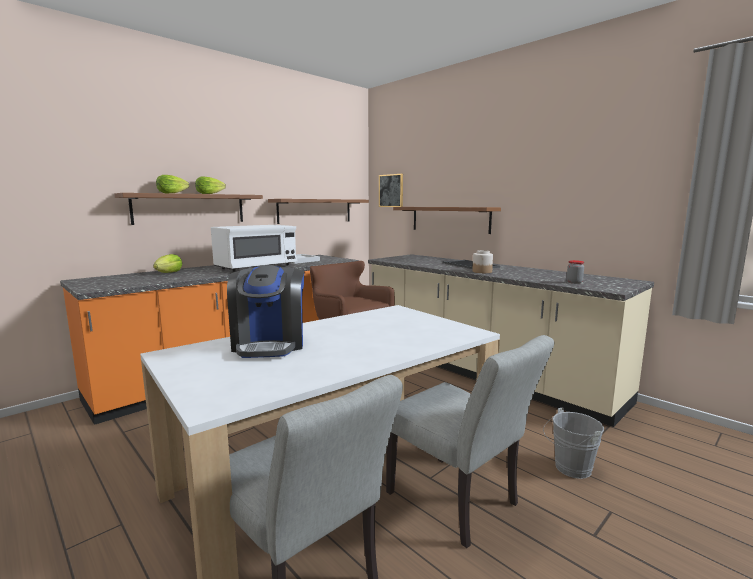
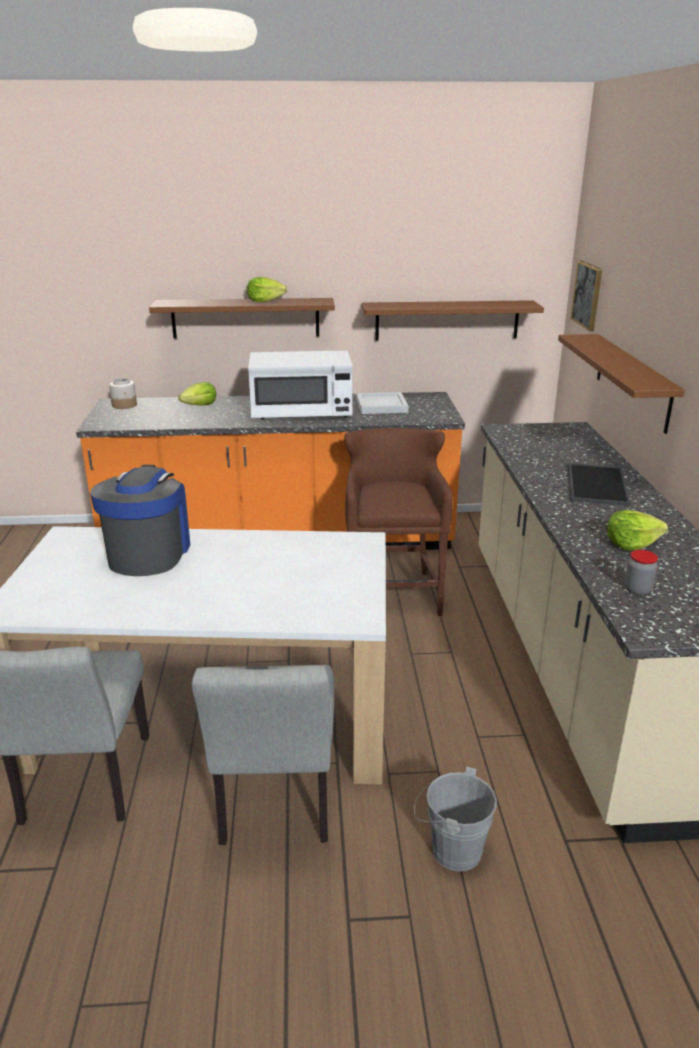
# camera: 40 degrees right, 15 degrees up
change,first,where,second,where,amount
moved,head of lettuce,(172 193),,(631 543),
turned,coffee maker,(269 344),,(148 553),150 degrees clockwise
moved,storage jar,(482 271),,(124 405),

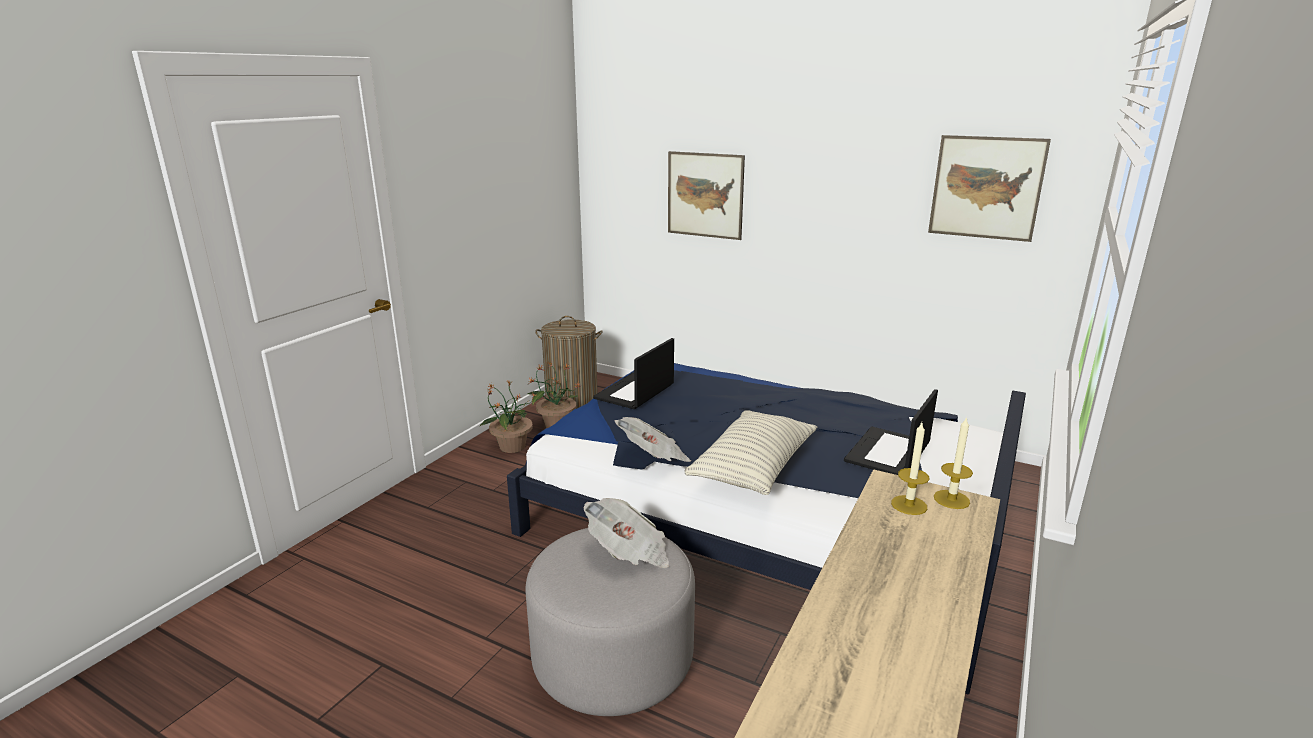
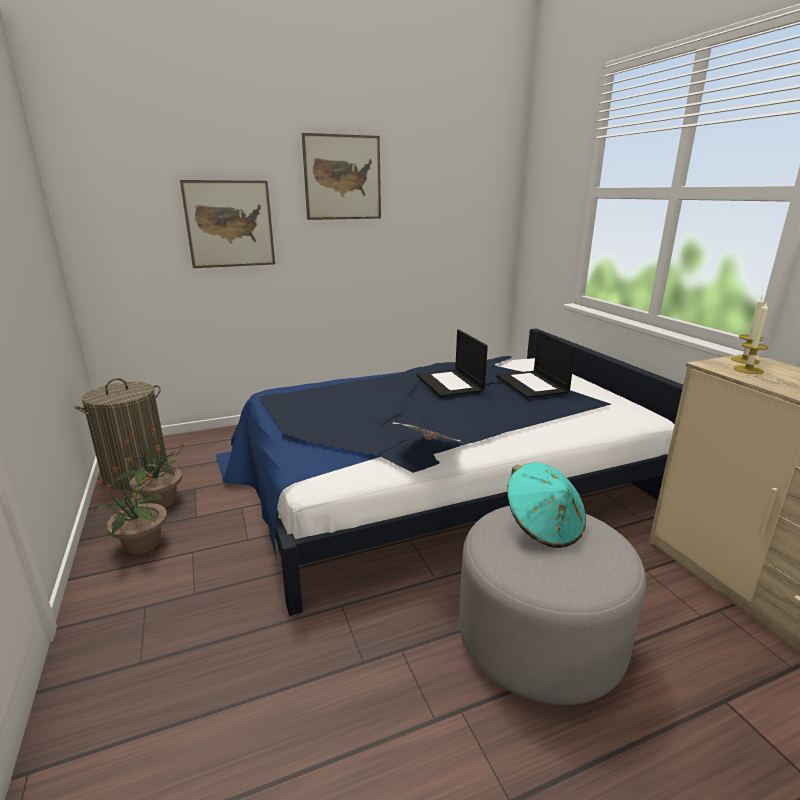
# camera: 50 degrees left, 0 degrees up
change,first,where,second,where,amount
replaced,daily paper,(629 553),wearable hat/turquoise,(543 526),
moved,portable computer,(634 392),,(450 384),
removed,cushion,(753 468),,,
moved,wall art,(986 188),,(343 178),

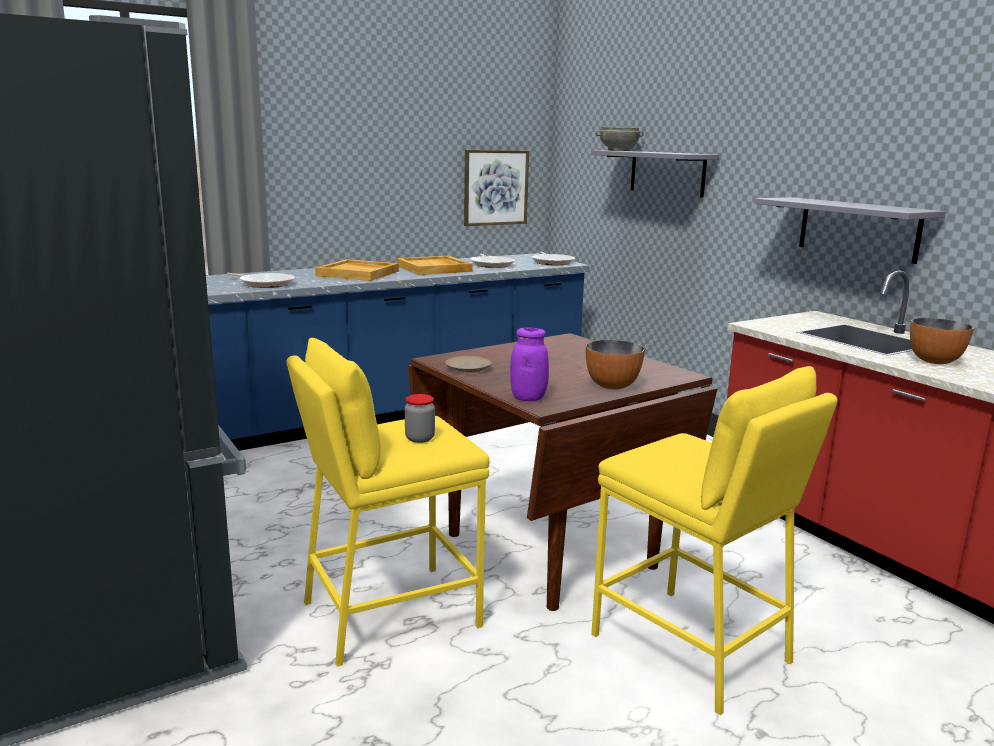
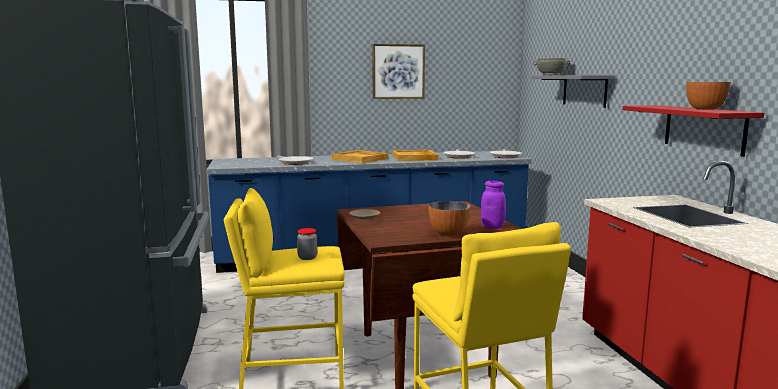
# camera: 20 degrees right, 5 degrees down
change,first,where,second,where,amount
moved,wall art,(495 187),,(398 71),
moved,storage jar/purple-coloured,(528 398),,(492 227),
recoloured,bracket shelf/greyish,(858 229),bracket shelf/red,(704 129),
moved,serving bowl,(935 361),,(705 109),

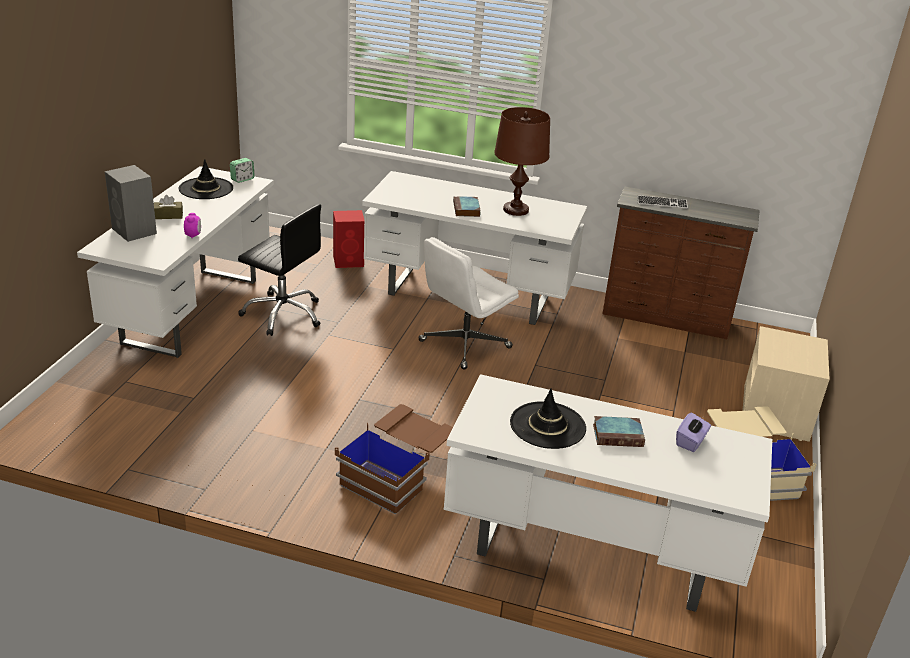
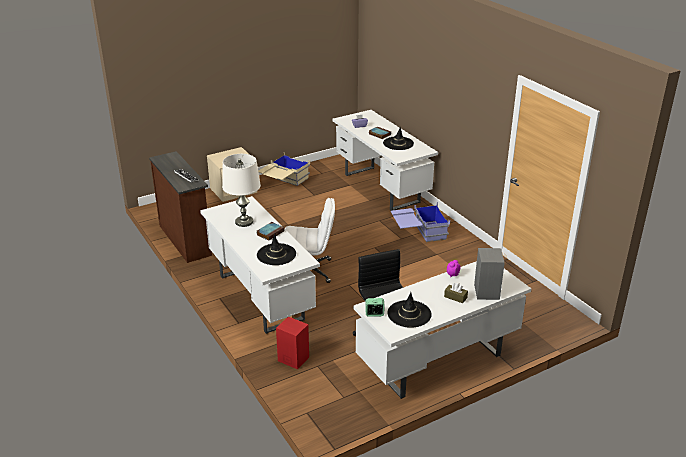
# camera: 135 degrees left, 0 degrees up
change,first,where,second,where,amount
recoloured,storage bin/brown-coloured,(397 474),storage bin/bluish,(418 233),
recoloured,tabletop lamp/brown-coloured,(515 210),tabletop lamp/white,(244 222),
added,,,wearable hat/black,(276 254),

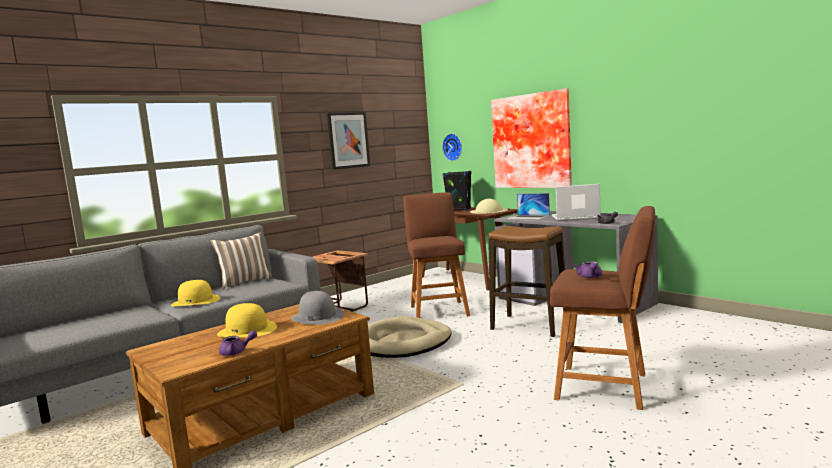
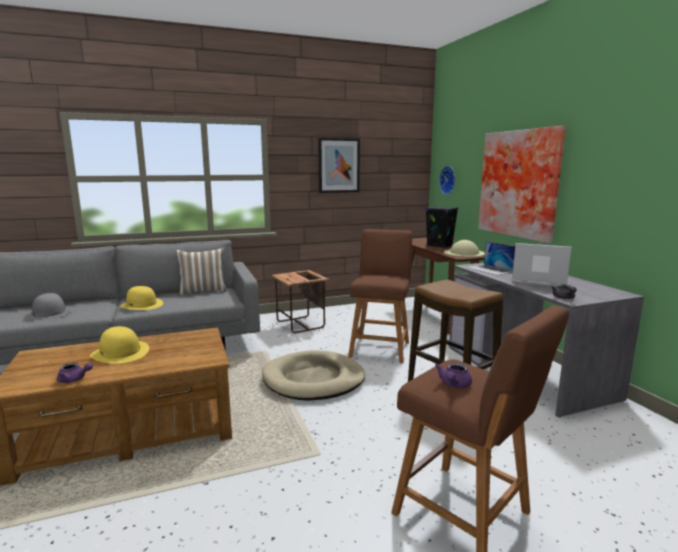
# camera: 20 degrees right, 5 degrees up
change,first,where,second,where,amount
moved,wearable hat/greyish,(317 317),,(49 313),

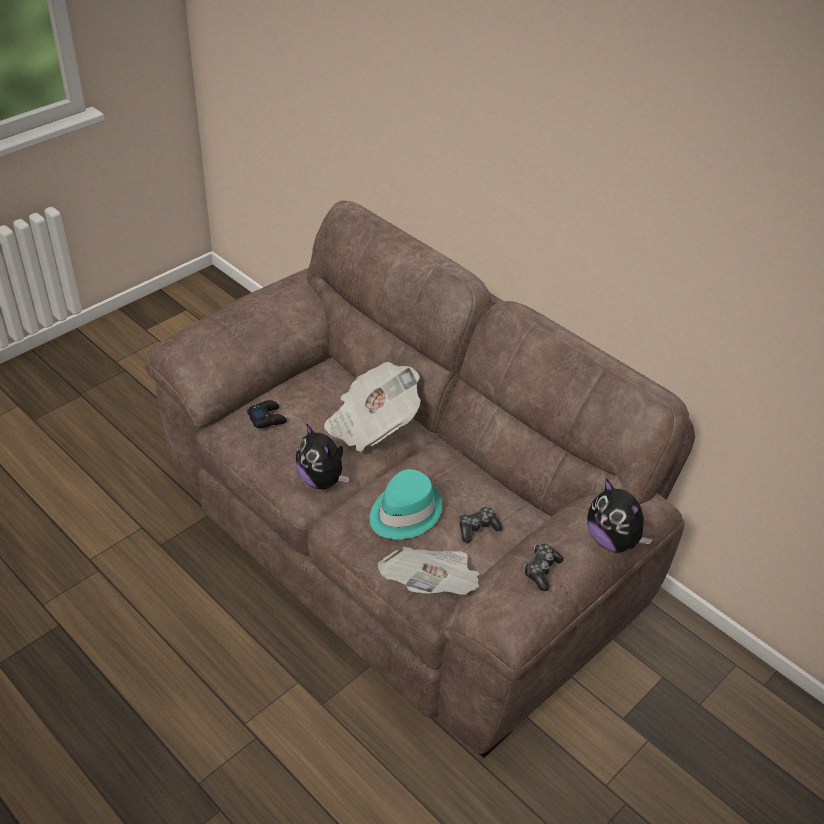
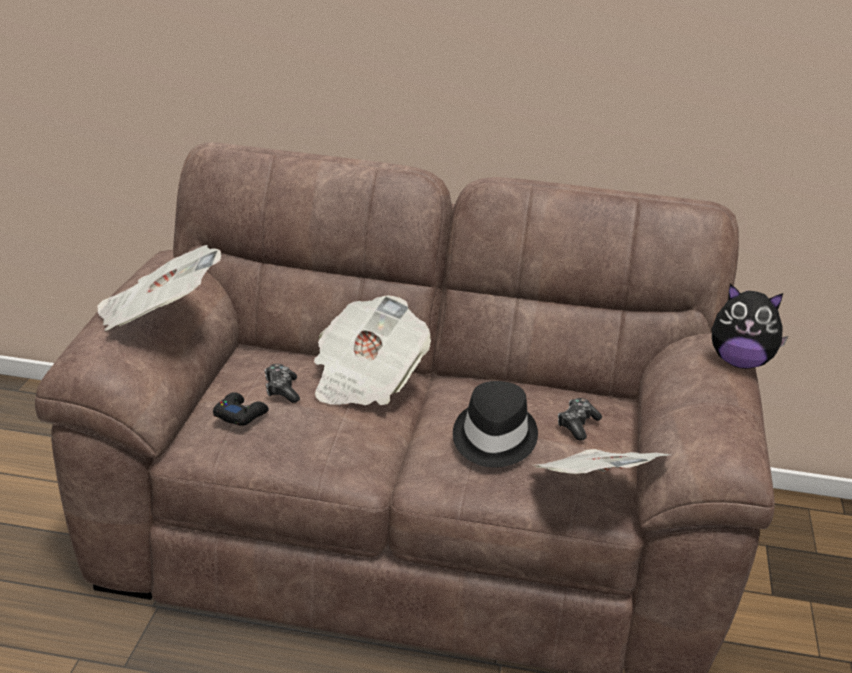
# camera: 35 degrees left, 15 degrees down
change,first,where,second,where,amount
removed,soft toy,(322 480),,,
recoloured,wearable hat/turquoise,(404 512),wearable hat/black,(493 439),
moved,joypad,(541 570),,(281 390),
added,,,daily paper,(156 317),

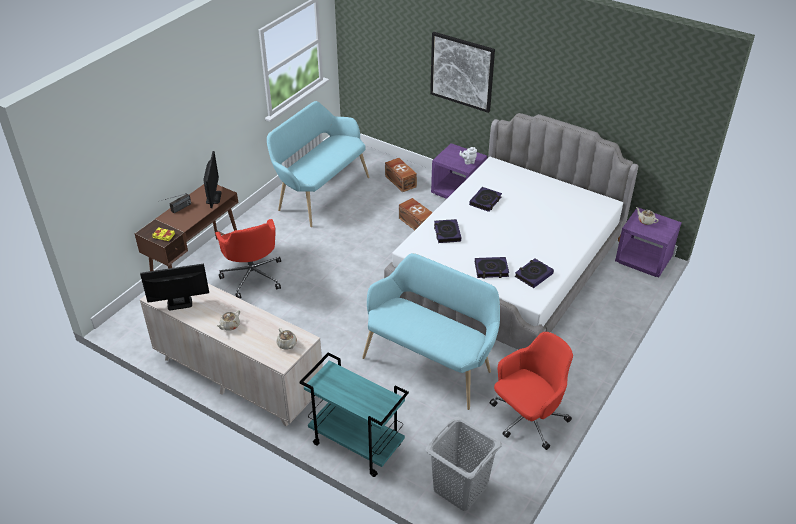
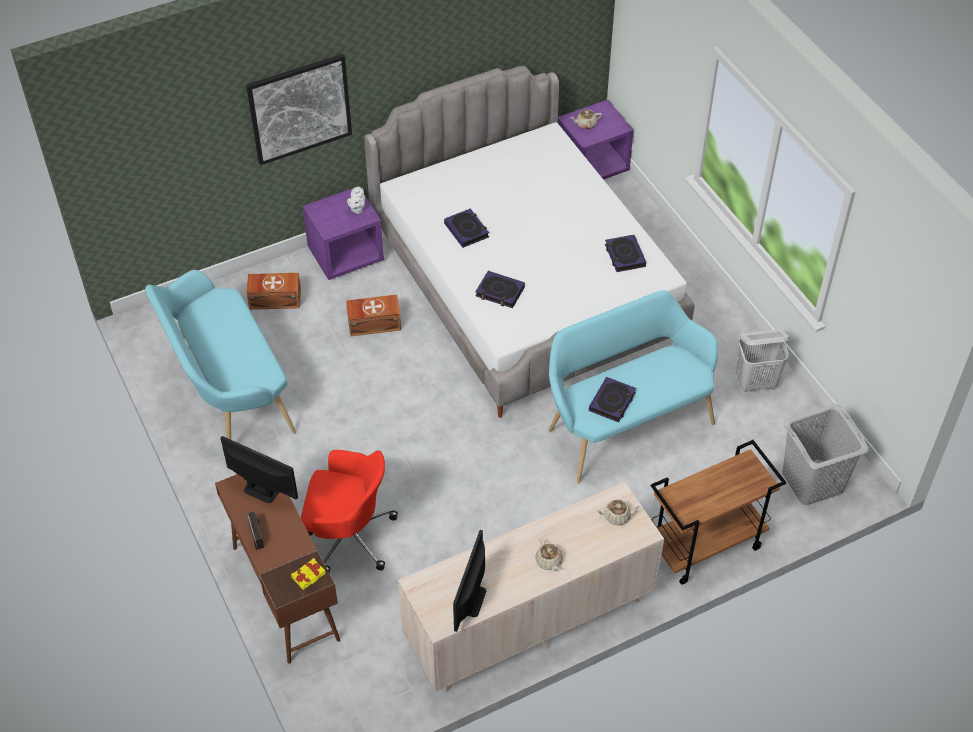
# camera: 60 degrees left, 10 degrees up
change,first,where,second,where,amount
recoloured,trolley/turquoise,(355 445),trolley/brown-coloured,(705 546),
moved,volume,(491 270),,(612 402),
replaced,office chair/red,(527 419),hamper/white,(755 383),

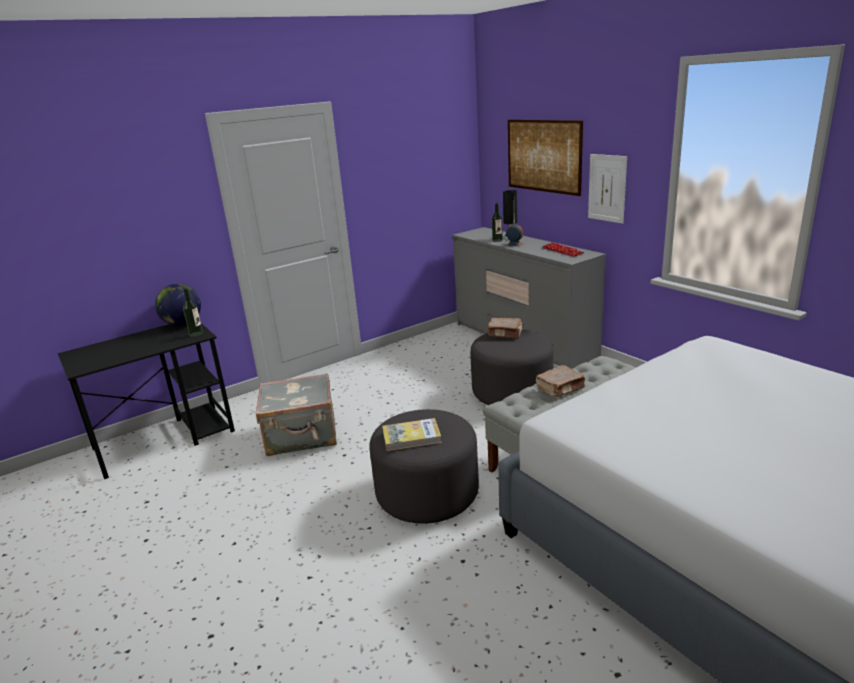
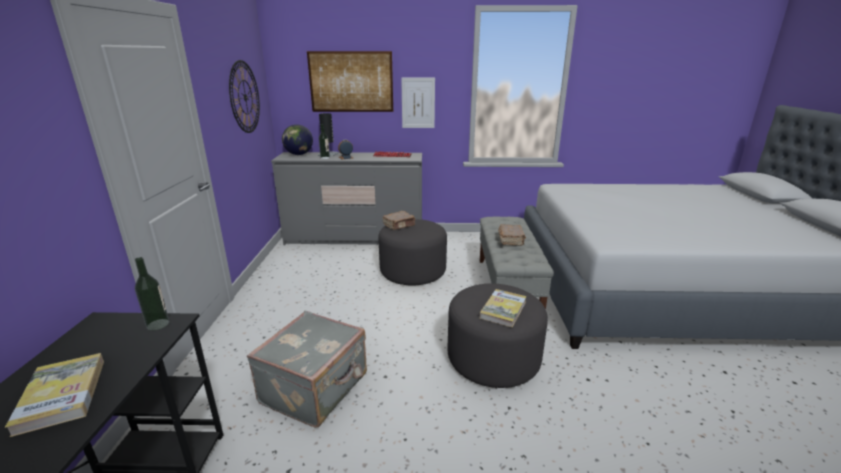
# camera: 55 degrees left, 0 degrees up
change,first,where,second,where,amount
moved,desk globe,(183 324),,(299 154),
added,,,volume,(62 395),
added,,,wall clock,(245 97),

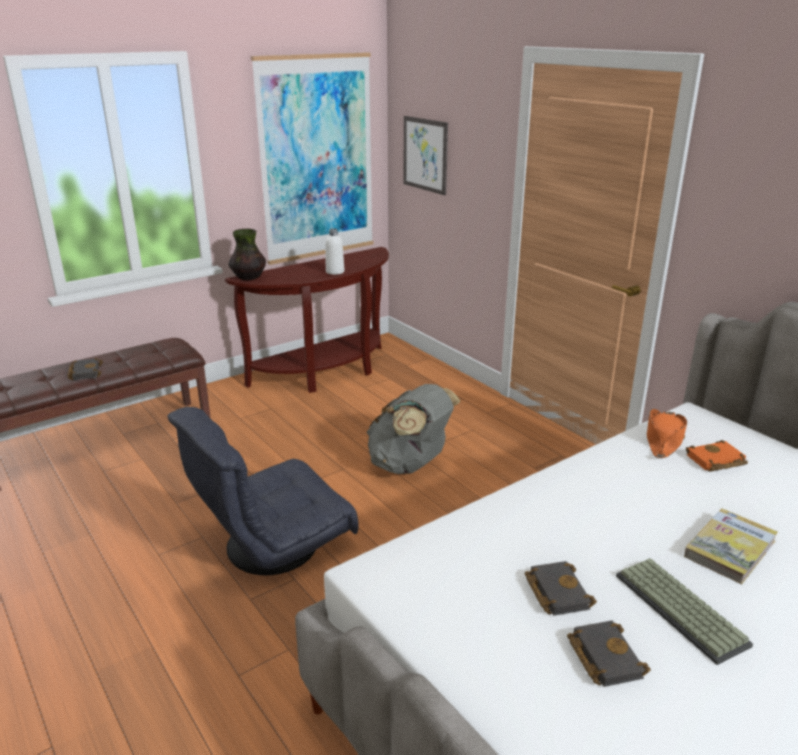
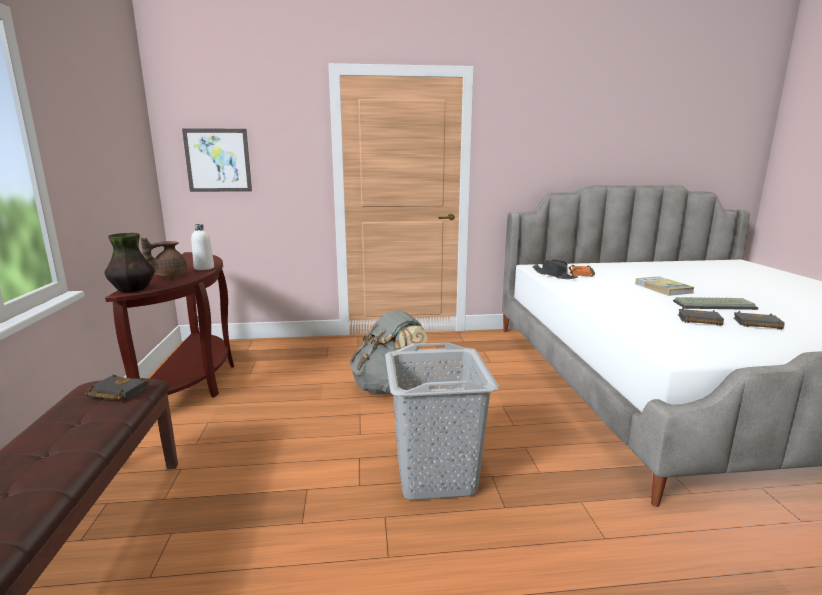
# camera: 60 degrees left, 10 degrees down
change,first,where,second,where,amount
moved,volume/black,(84 372),,(116 393),
replaced,easy chair/greyish,(272 545),hamper/greyish,(435 476),
removed,wall art,(317 159),,,
recoloured,wearable hat/orange,(663 440),wearable hat/black,(554 275),
added,,,tea pot/brown-coloured,(169 276),

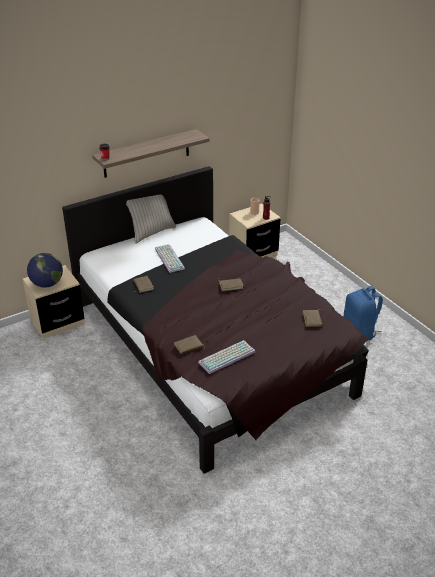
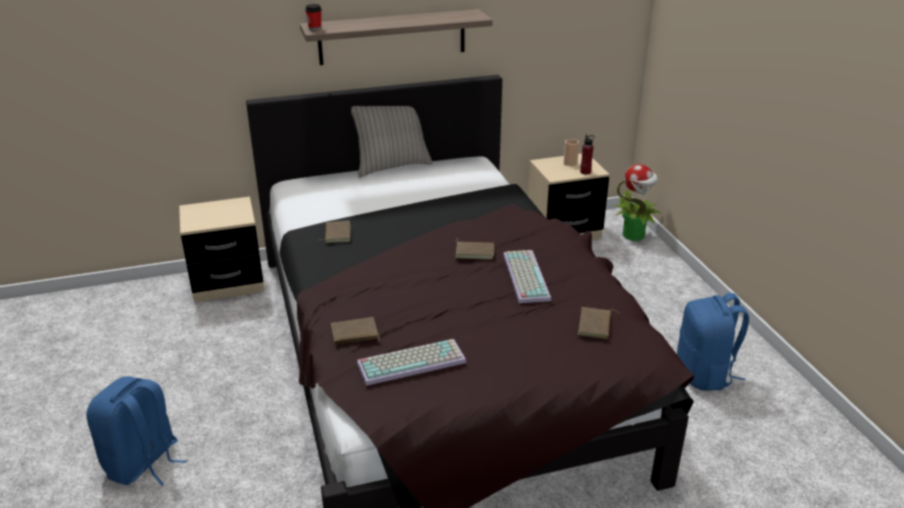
# camera: 15 degrees right, 5 degrees down
change,first,where,second,where,amount
removed,desk globe,(47 284),,,
moved,PC keyboard,(168 258),,(524 276),
added,,,knapsack/bluish,(143 463),
added,,,houseplant,(634 235),

